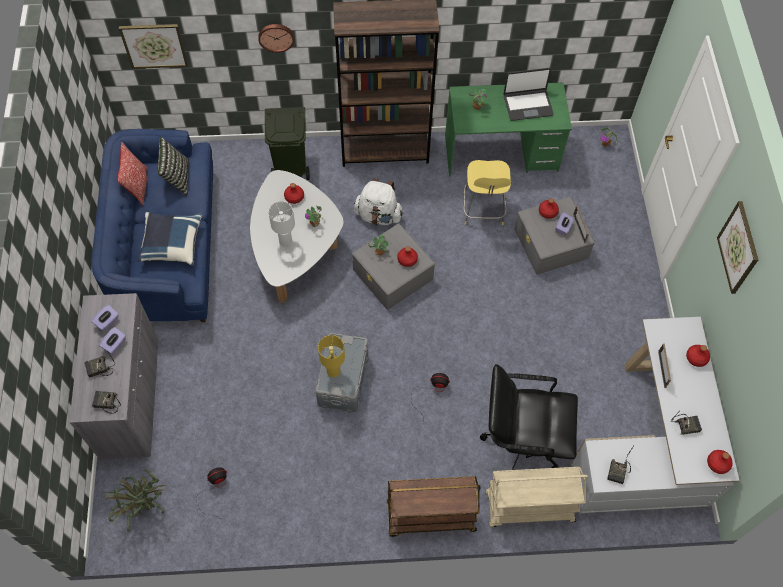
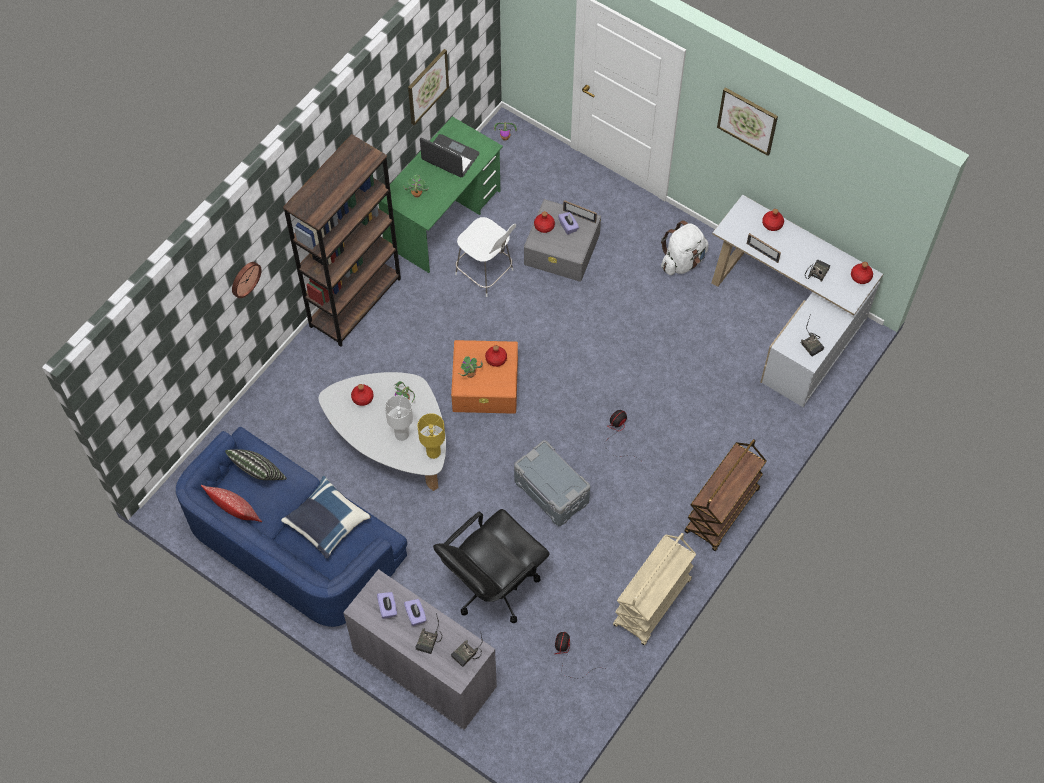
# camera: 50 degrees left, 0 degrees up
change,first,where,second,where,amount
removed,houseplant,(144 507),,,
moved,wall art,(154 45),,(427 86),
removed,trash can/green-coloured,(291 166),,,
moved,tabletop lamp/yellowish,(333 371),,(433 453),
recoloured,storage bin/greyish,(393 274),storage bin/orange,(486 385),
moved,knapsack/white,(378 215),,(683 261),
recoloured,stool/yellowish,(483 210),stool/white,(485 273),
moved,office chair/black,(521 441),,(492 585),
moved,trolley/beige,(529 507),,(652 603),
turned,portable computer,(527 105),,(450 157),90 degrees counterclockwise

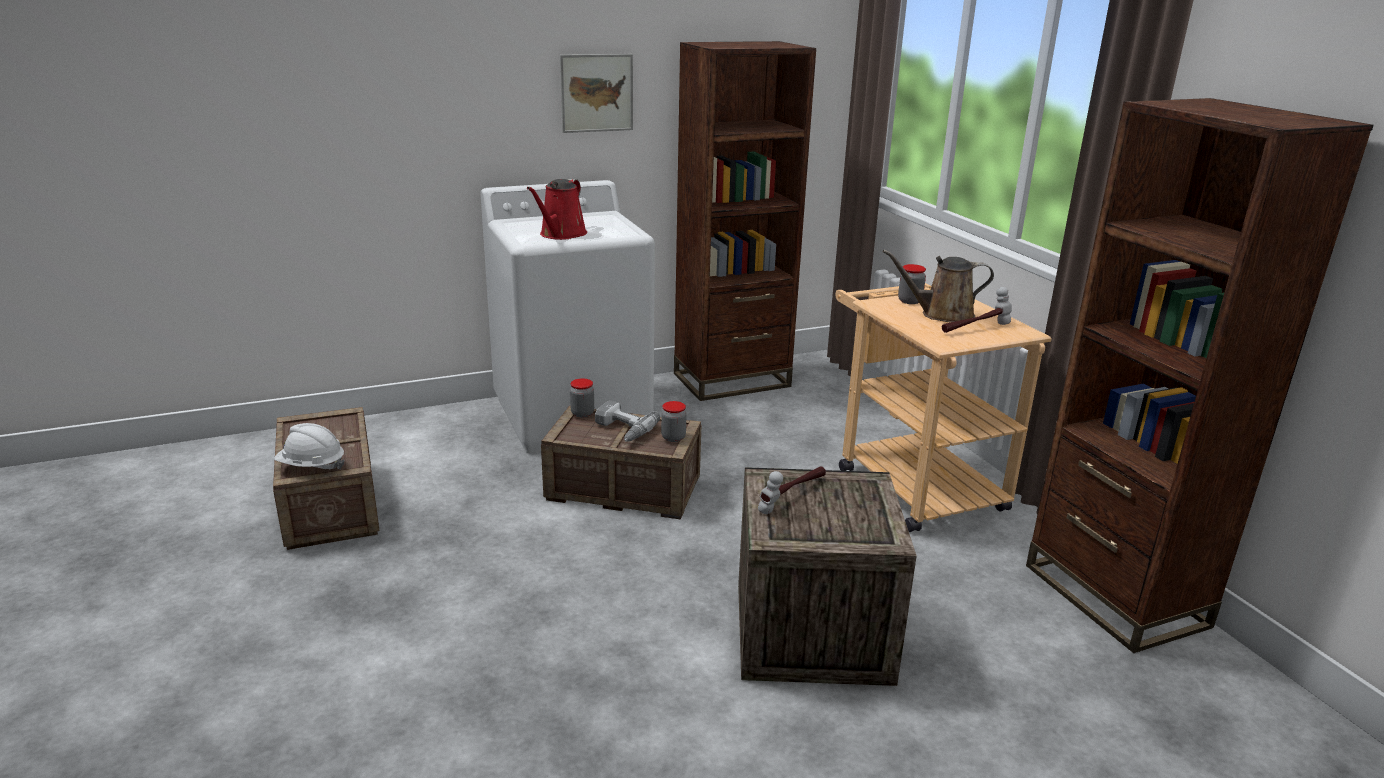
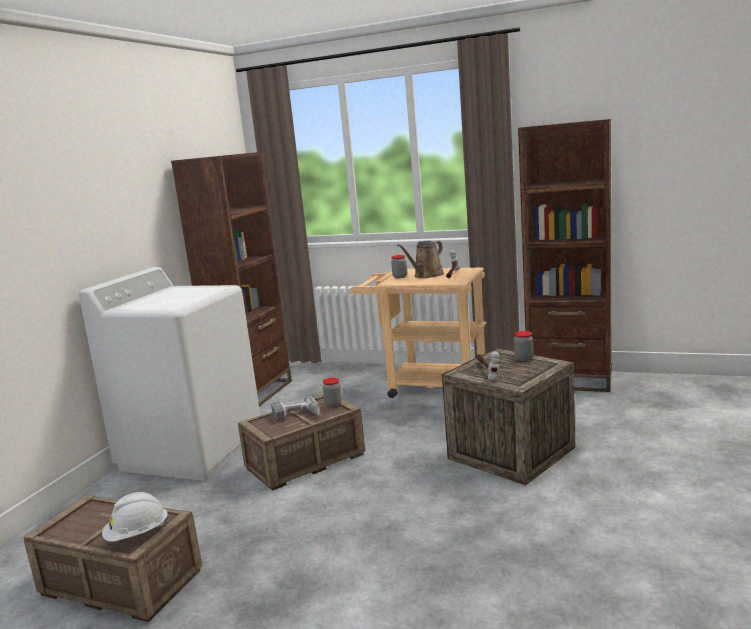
# camera: 45 degrees left, 10 degrees down
change,first,where,second,where,amount
removed,sprinkling can/red,(561 234),,,
removed,wall art,(596 93),,,
moved,storage jar,(582 413),,(524 358),

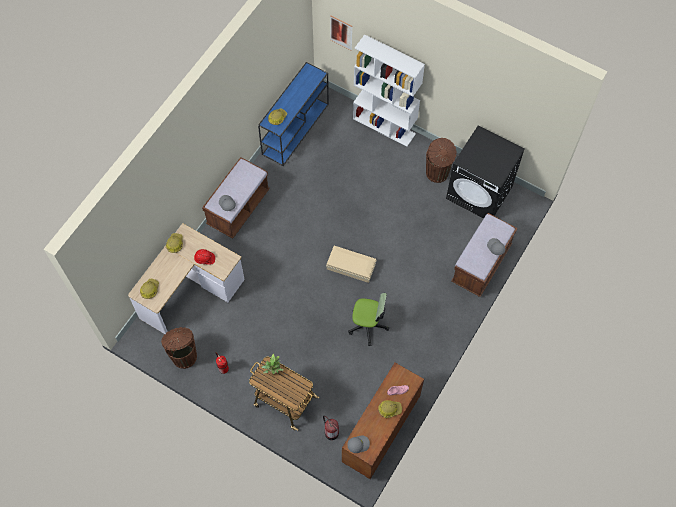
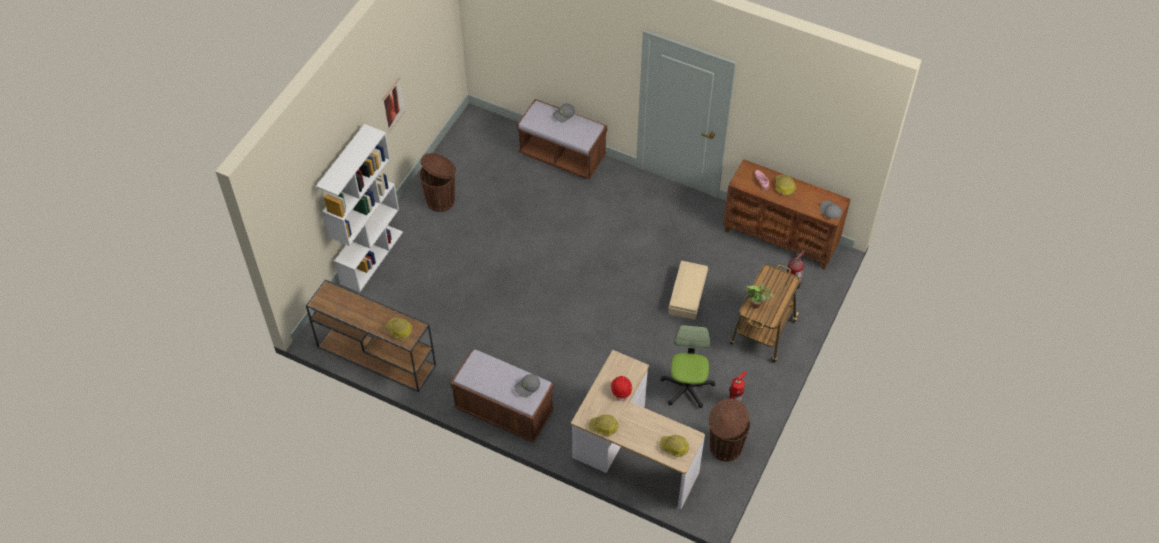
# camera: 95 degrees left, 10 degrees down
change,first,where,second,where,amount
recoloured,console table/bluish,(296 128),console table/brown-coloured,(375 356),
moved,storage bin/beige,(351 267),,(688 293),
moved,wall art,(341 32),,(393 105),
moved,office chair,(368 325),,(687 387),
removed,washing machine/black,(479 192),,,

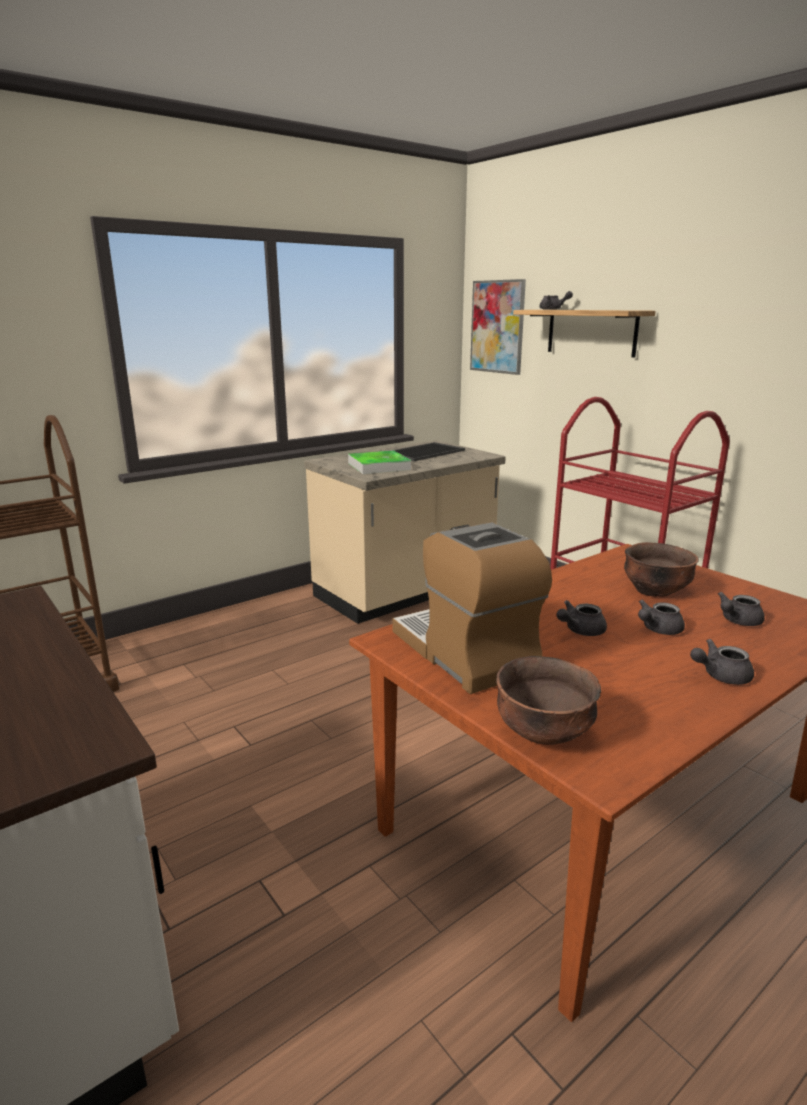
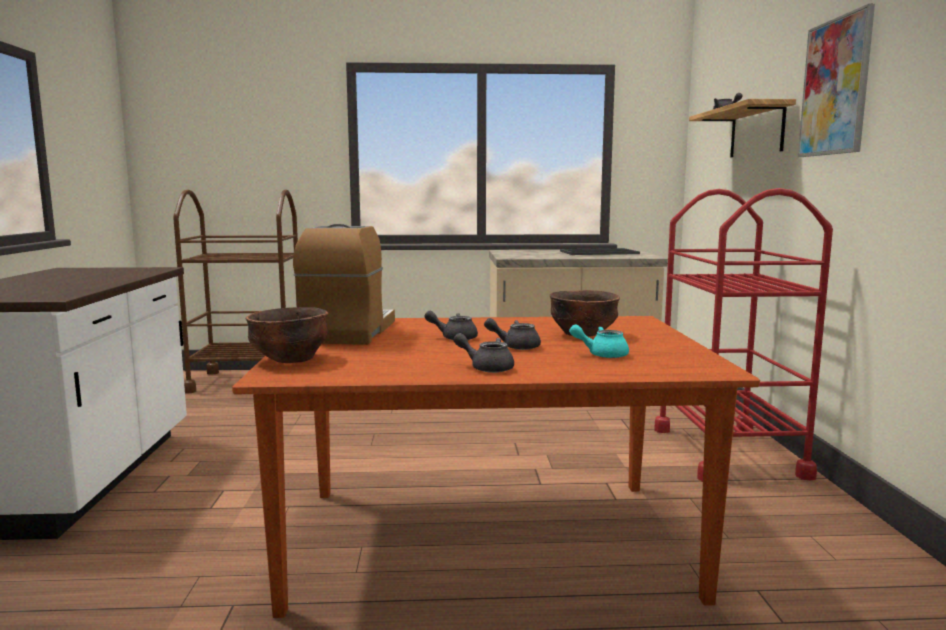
# camera: 35 degrees right, 10 degrees down
change,first,where,second,where,amount
removed,carrying tray,(379 466),,,
moved,wall art,(497 327),,(835 87),
recoloured,tea pot/greyish,(737 621),tea pot/turquoise,(601 354),

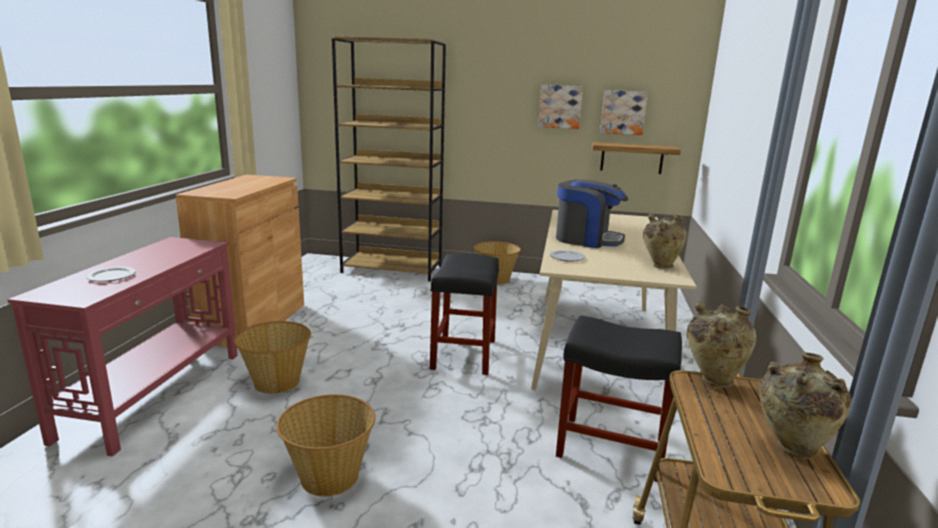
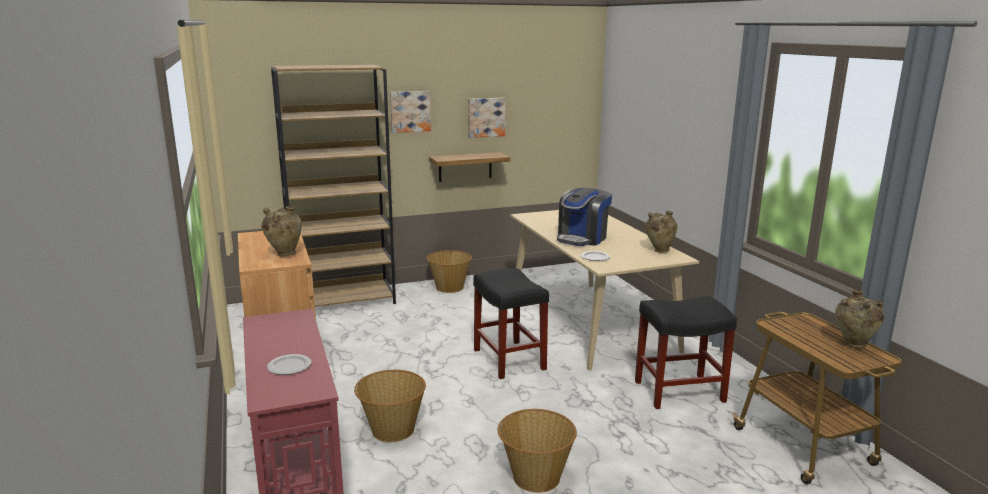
# camera: 30 degrees left, 0 degrees up
change,first,where,second,where,amount
turned,coffee maker,(587 239),,(582 238),135 degrees clockwise
moved,bracket shelf,(631 158),,(465 167),
moved,wall art,(623 112),,(410 111),
moved,decorative vase/beige,(712 380),,(284 254),

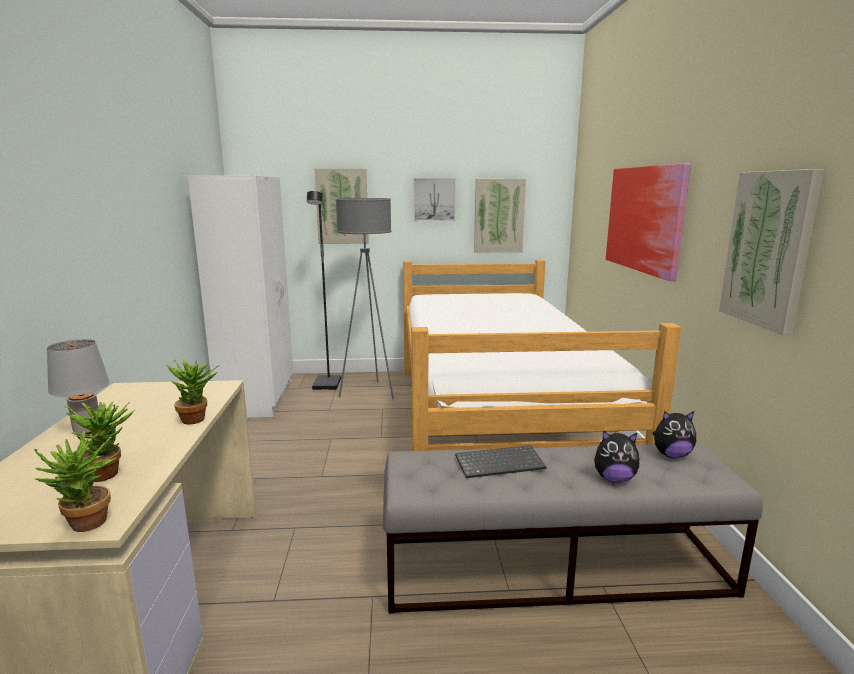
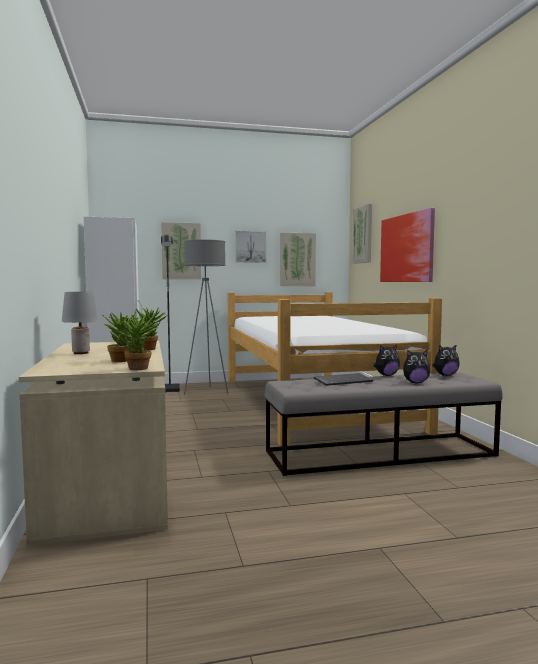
# camera: 10 degrees left, 10 degrees down
change,first,where,second,where,amount
moved,wall art,(769 249),,(363 235),
added,,,soft toy,(386 375),

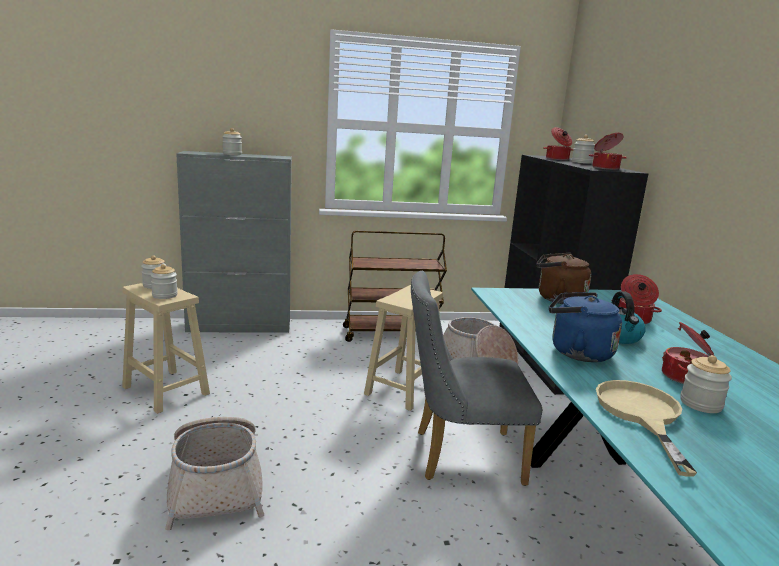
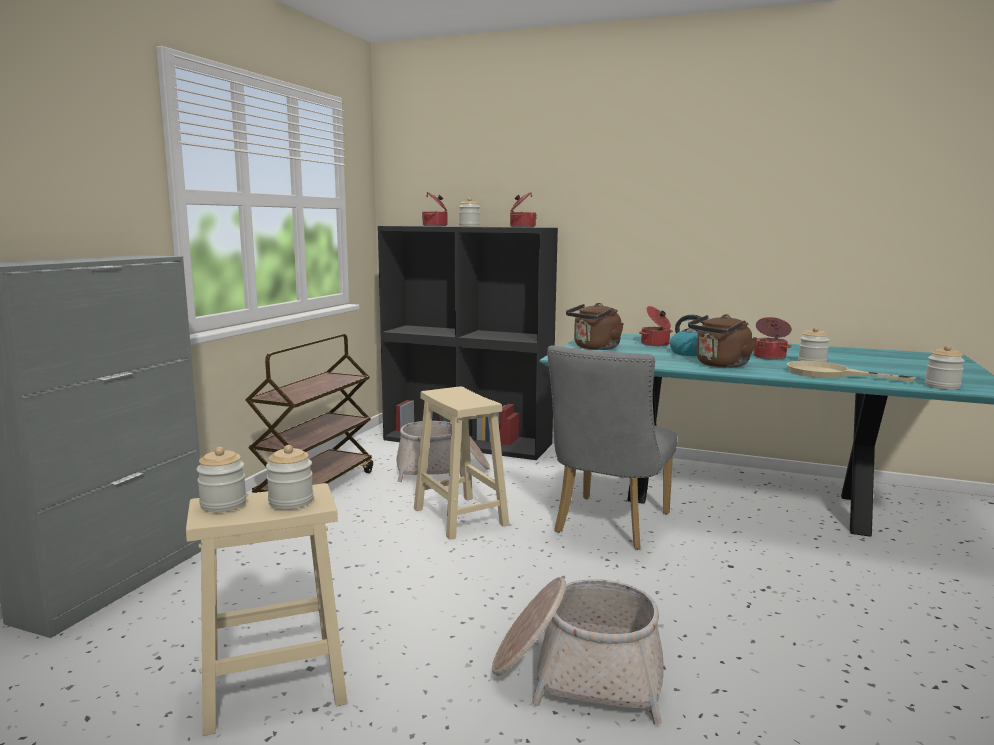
# camera: 60 degrees left, 5 degrees down
change,first,where,second,where,amount
moved,storage jar,(232 154),,(942 386),
recoloured,tea kettle/bluish,(576 352),tea kettle/brown-coloured,(720 365),

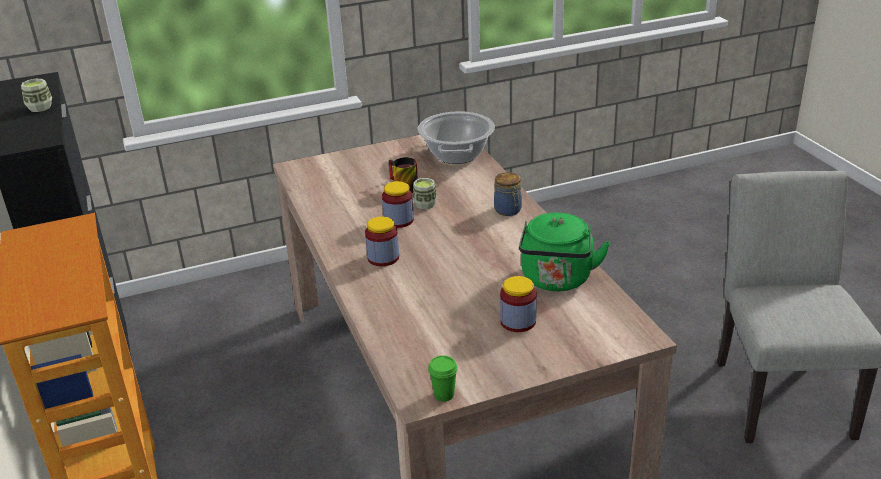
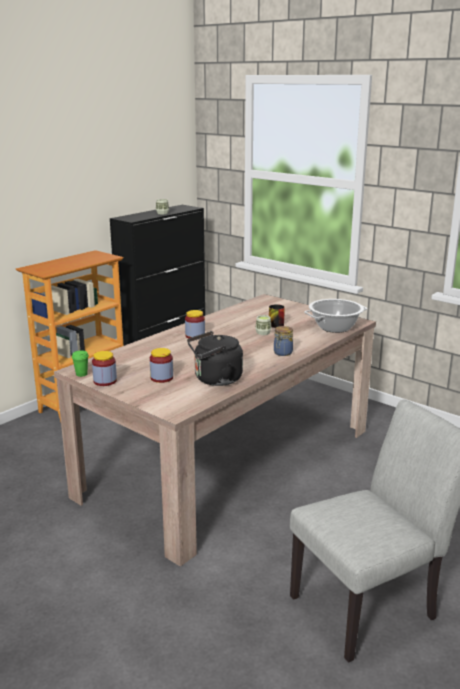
# camera: 60 degrees right, 10 degrees down
change,first,where,second,where,amount
moved,storage jar,(398 220),,(105 381),
recoloured,tea kettle/green-coloured,(557 280),tea kettle/black,(215 380),

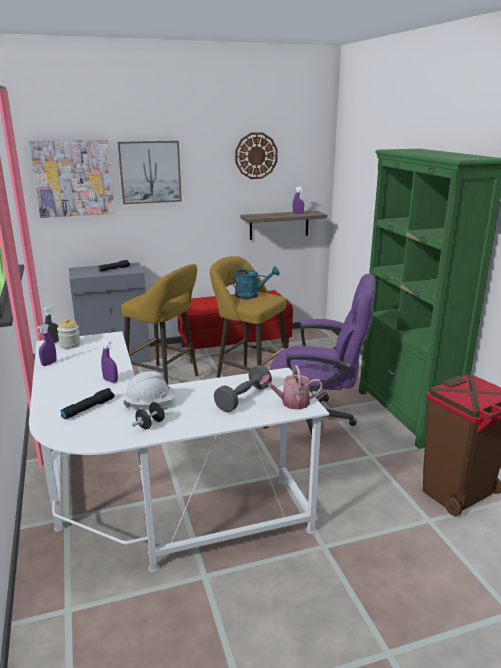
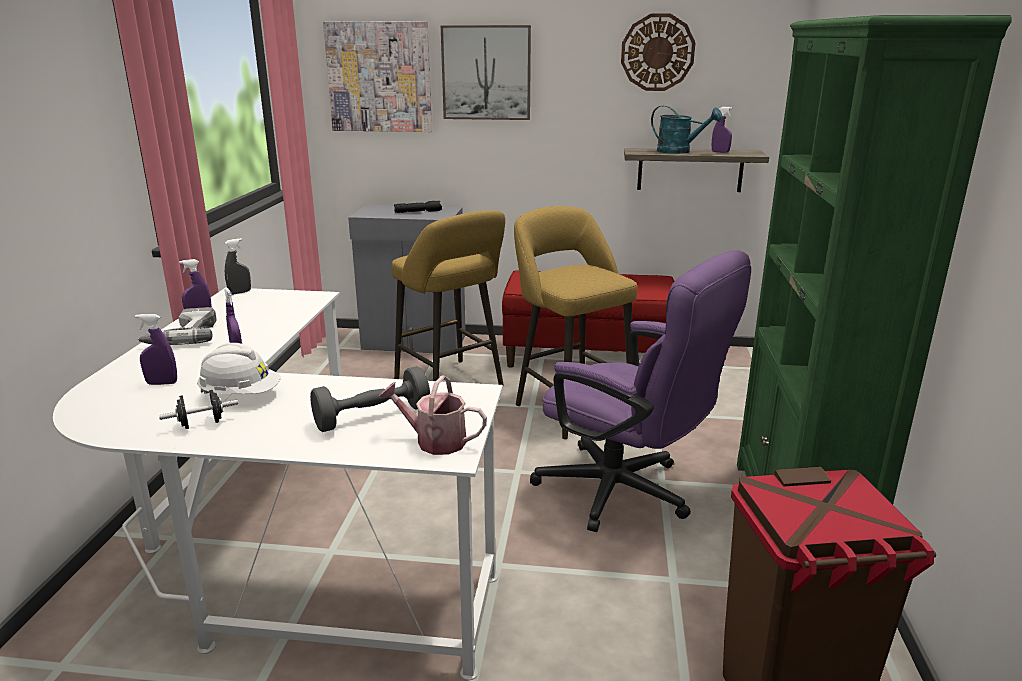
# camera: 25 degrees right, 0 degrees up
change,first,where,second,where,amount
removed,storage jar,(70 345),,,
replaced,flashlight/black,(88 408),spray bottle/purple-coloured,(162 383),
moved,sprinkling can/turquoise,(251 295),,(679 152),
added,,,drill,(182 336),

